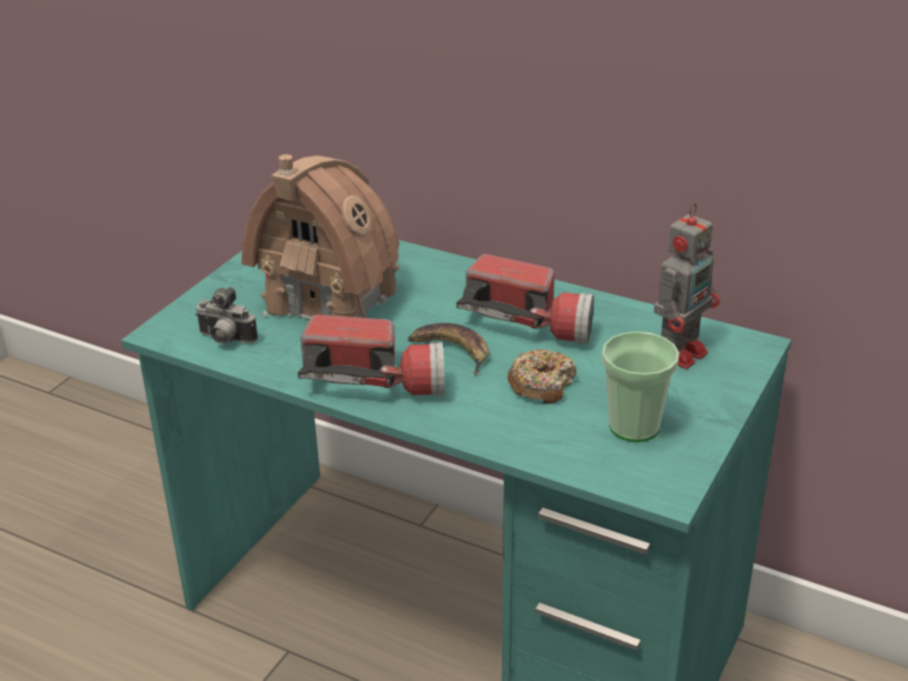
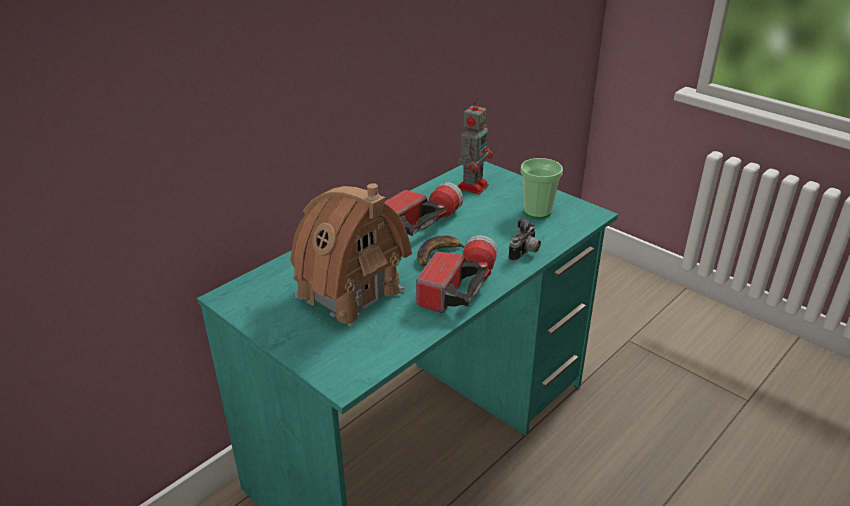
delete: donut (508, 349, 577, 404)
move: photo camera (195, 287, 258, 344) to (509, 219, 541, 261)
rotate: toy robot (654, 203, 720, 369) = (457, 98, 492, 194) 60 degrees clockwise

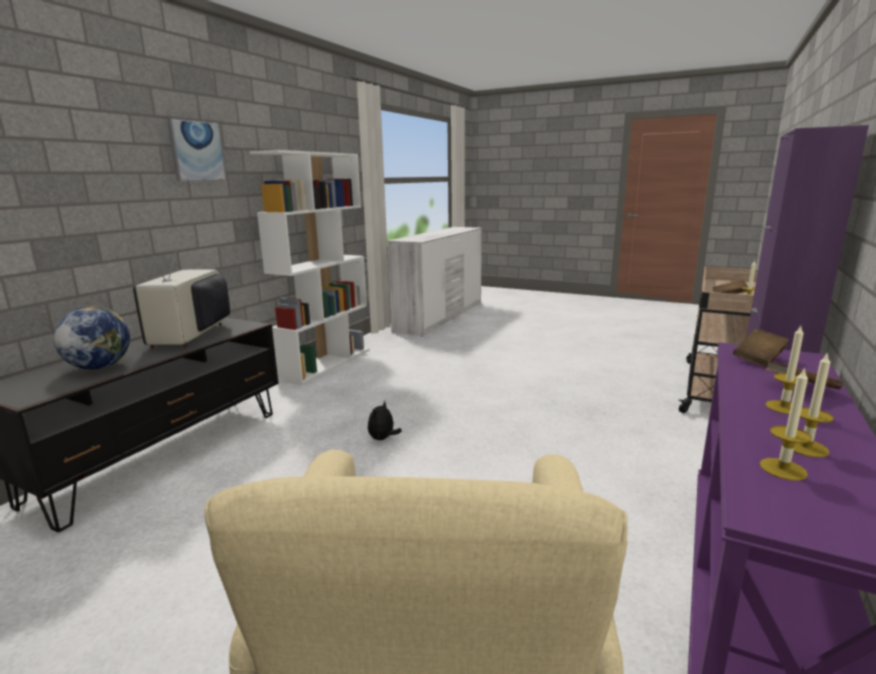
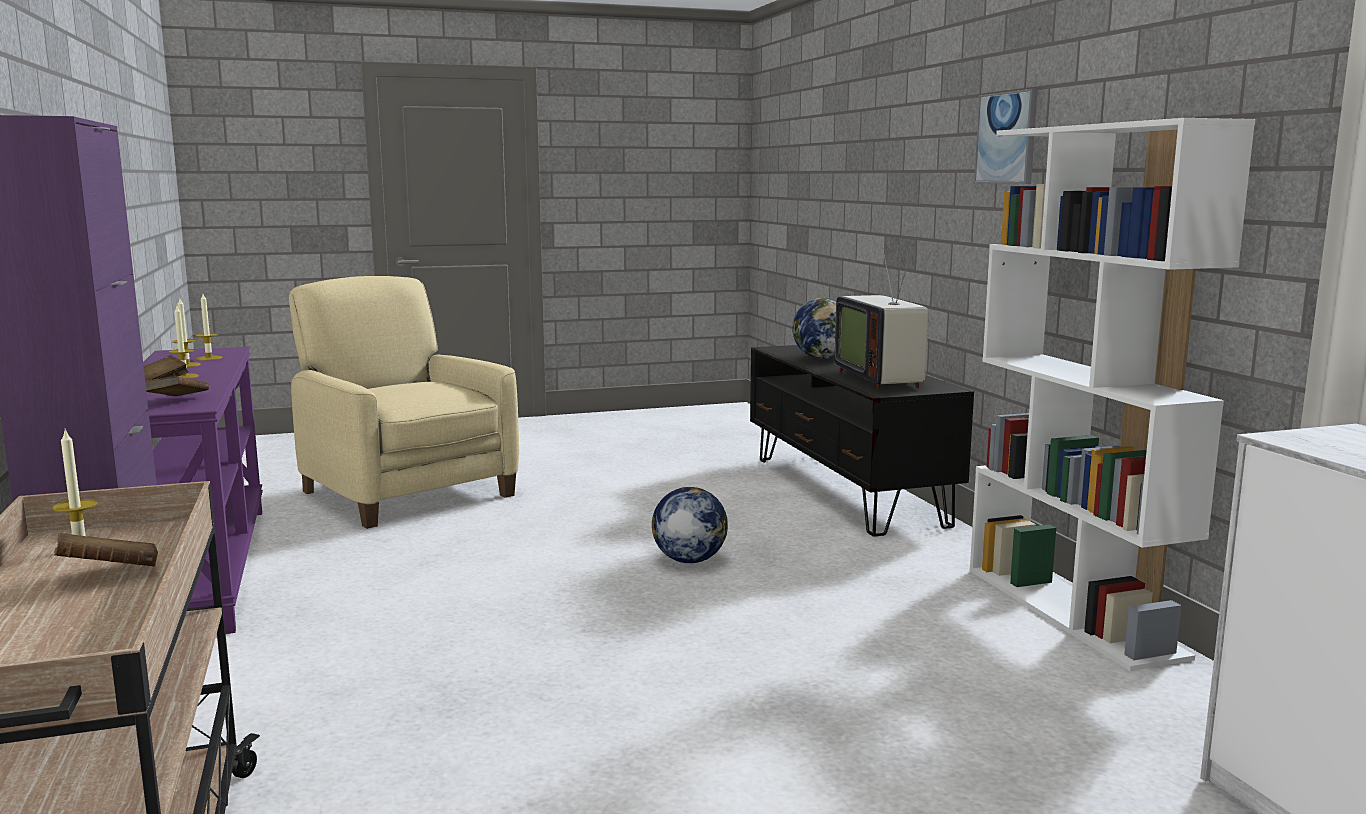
replace: plush toy (368, 400, 402, 440) to globe (652, 487, 728, 563)
rotate: television (133, 234, 230, 348) = (835, 247, 929, 390) 150 degrees counterclockwise

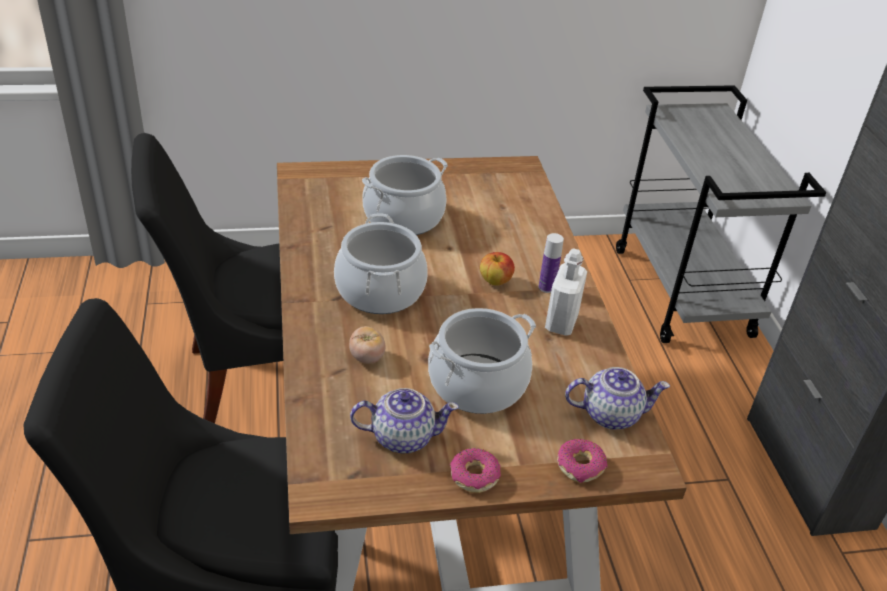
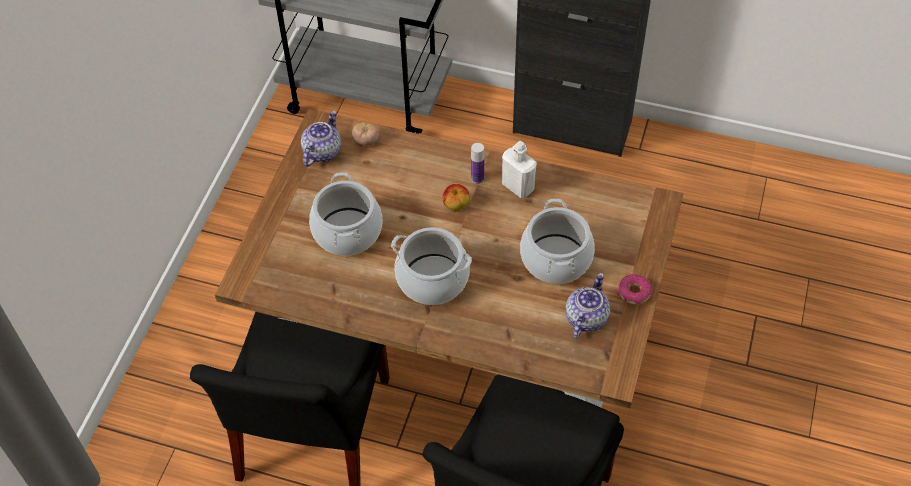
delete: donut (557, 439, 608, 483)
move: tomato (349, 326, 386, 364) to (352, 122, 379, 146); teapot (565, 367, 670, 429) to (301, 110, 341, 167)

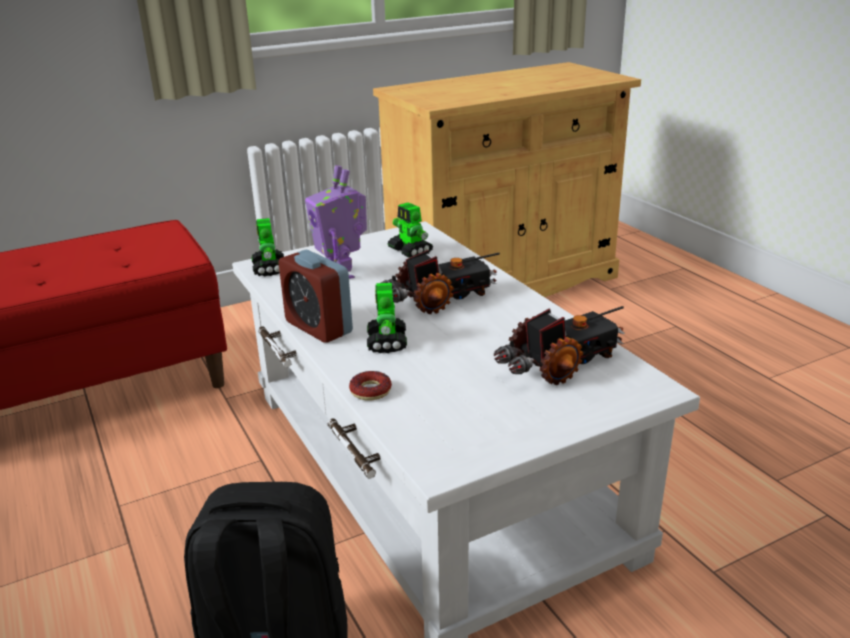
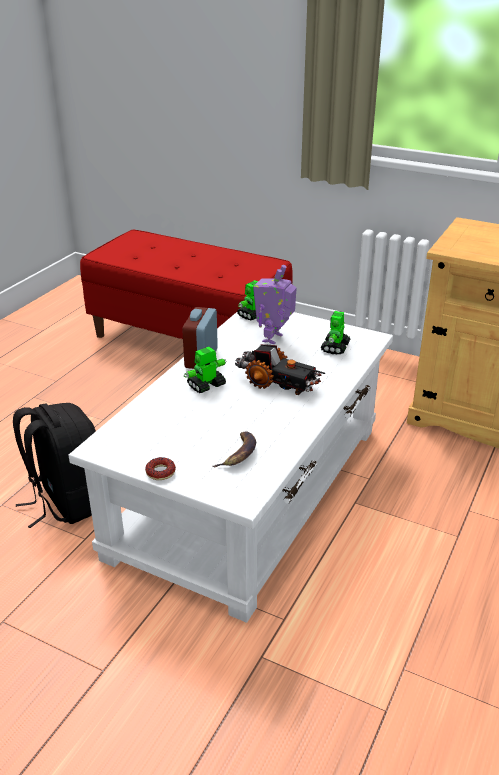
move: donut (349, 371, 392, 400) to (145, 457, 176, 480)
replace: toy truck (494, 306, 625, 385) to banana (212, 431, 256, 467)

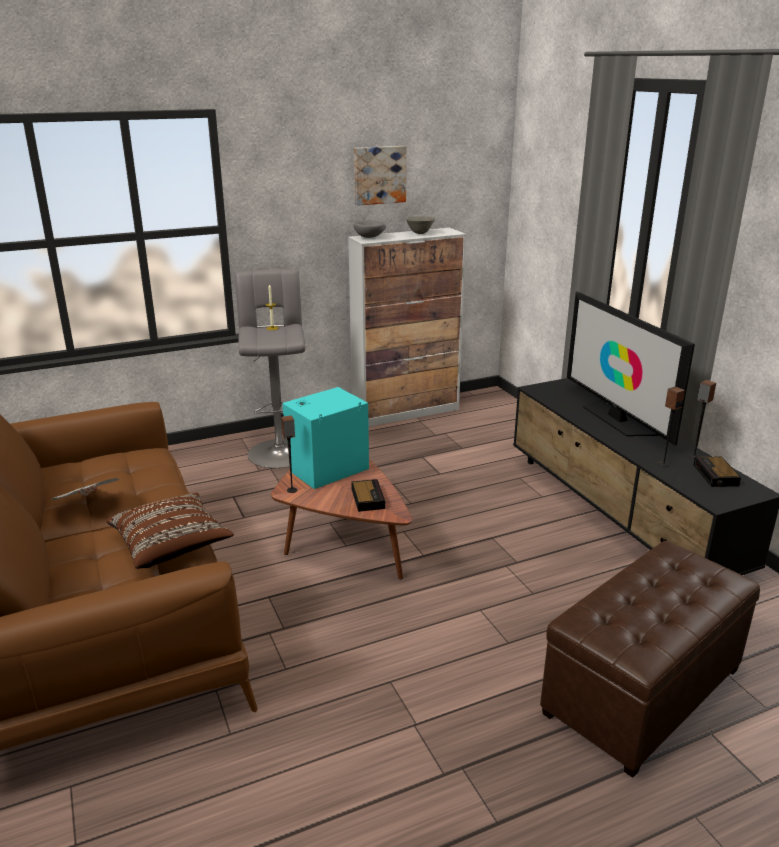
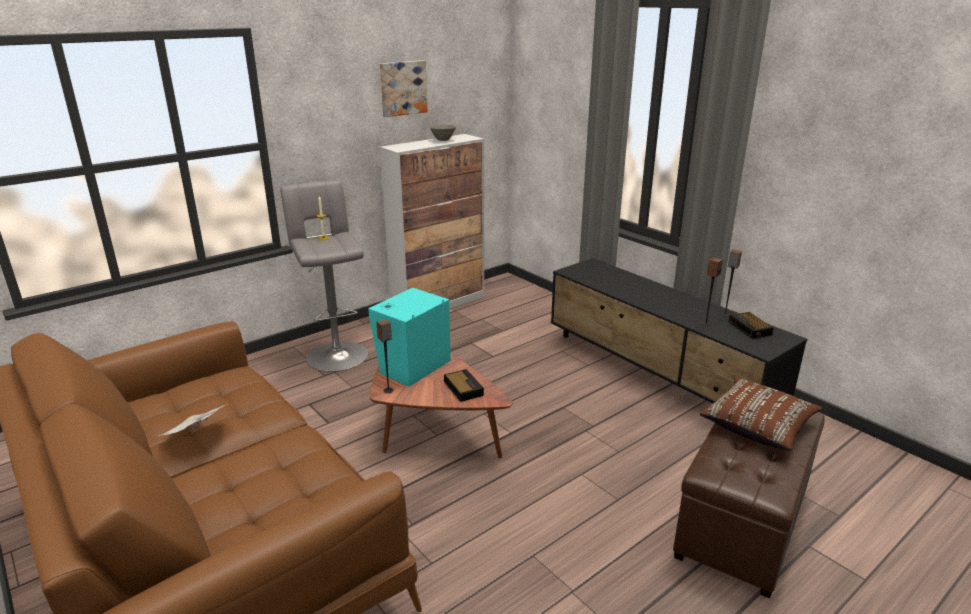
delete: grey bowl (354, 220, 386, 238); television (567, 291, 695, 445)
move: brown pillow (106, 493, 234, 569) to (700, 377, 822, 451)

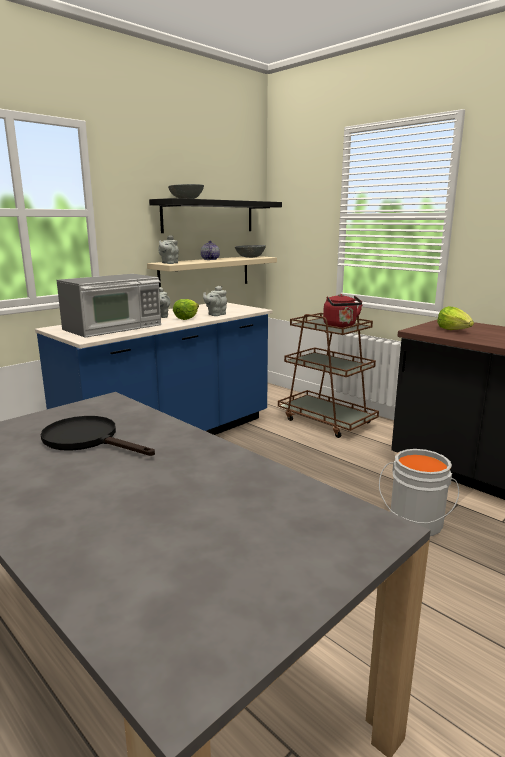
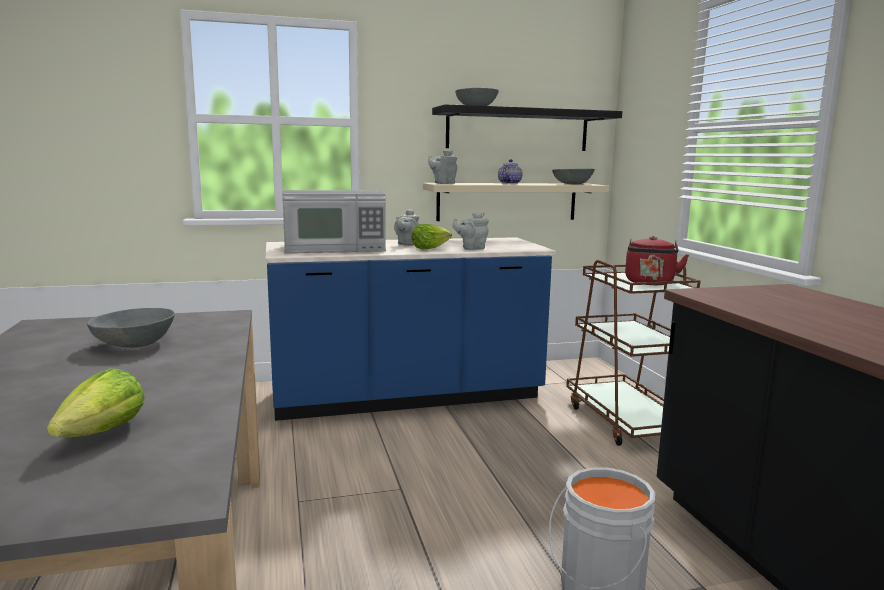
move: lettuce (437, 306, 474, 330) to (47, 368, 145, 437)
replace: black frying pan (41, 416, 155, 456) to grey bowl (87, 308, 175, 348)

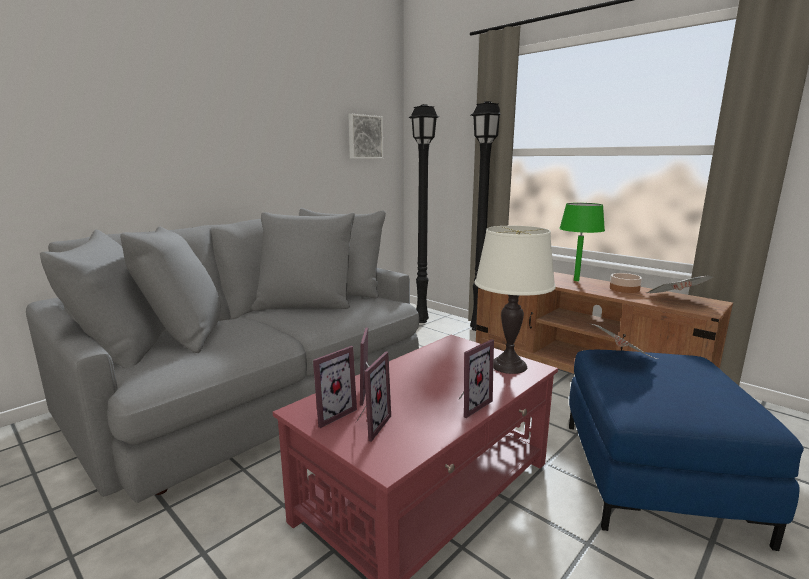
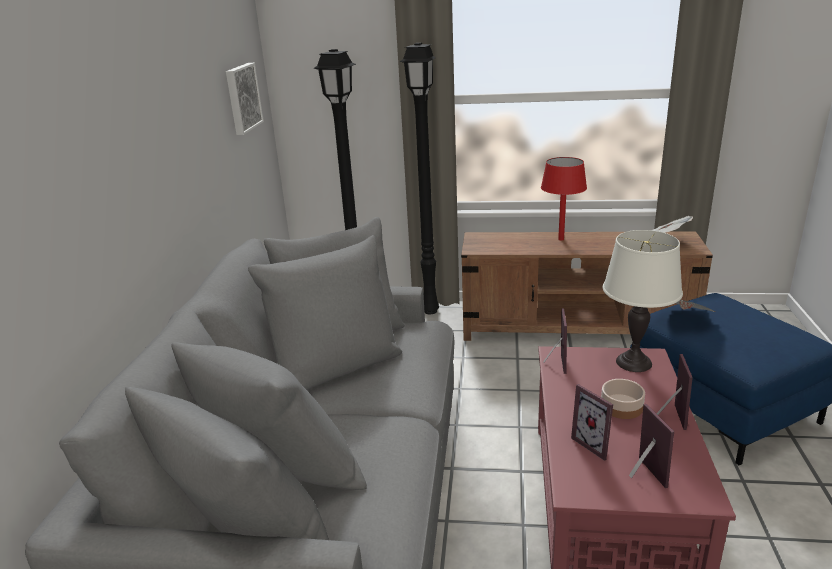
move: bowl (610, 273, 642, 293) to (601, 379, 645, 419); picture frame (313, 346, 357, 428) to (543, 308, 567, 374)
recolor: green table lamp (559, 203, 605, 281) to red table lamp (541, 157, 587, 241)

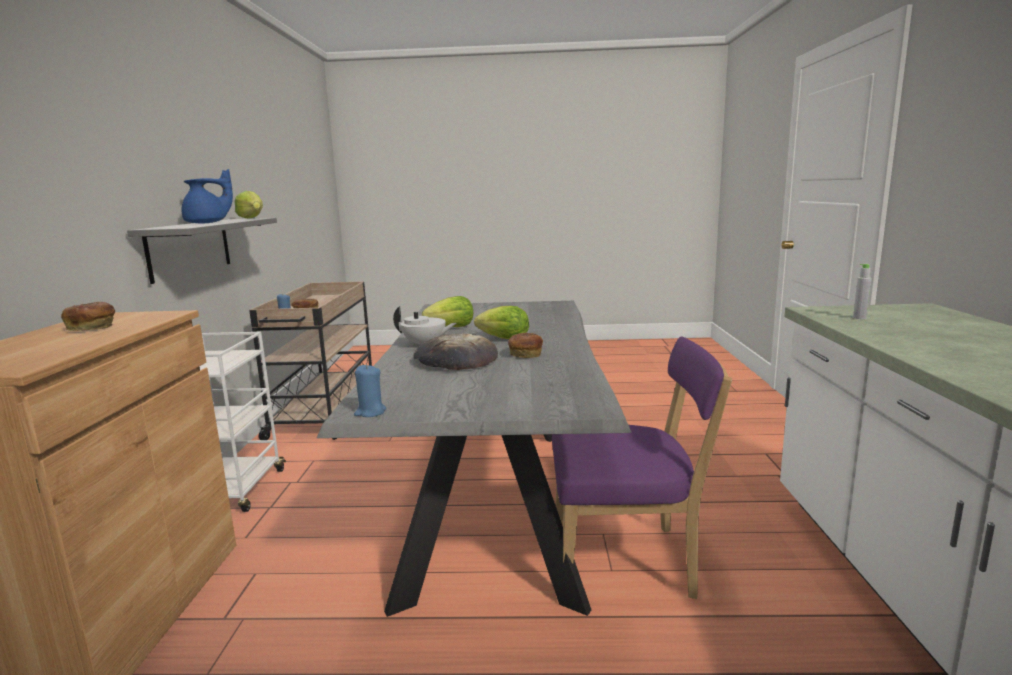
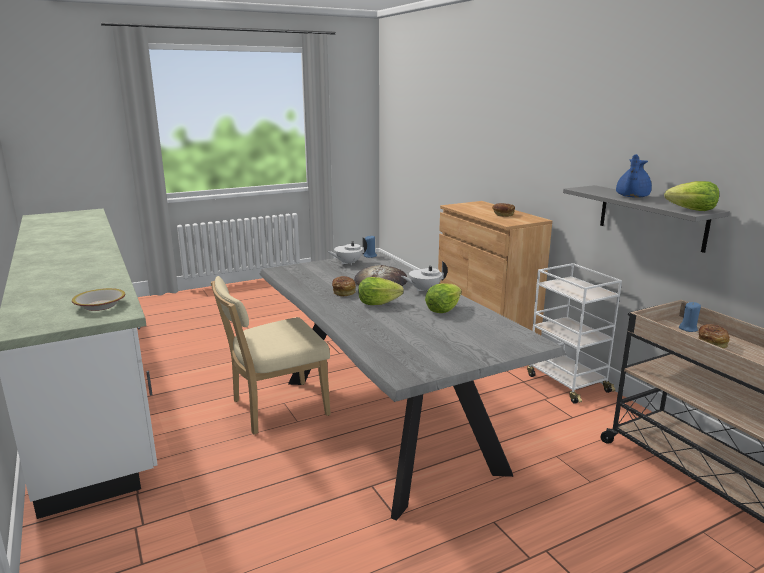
insert: white teapot (327, 237, 367, 265)
replace: grey bottle (853, 264, 872, 319) to bowl (72, 288, 125, 311)
recolor: purple chair (552, 336, 732, 599) to beige chair (211, 276, 331, 435)

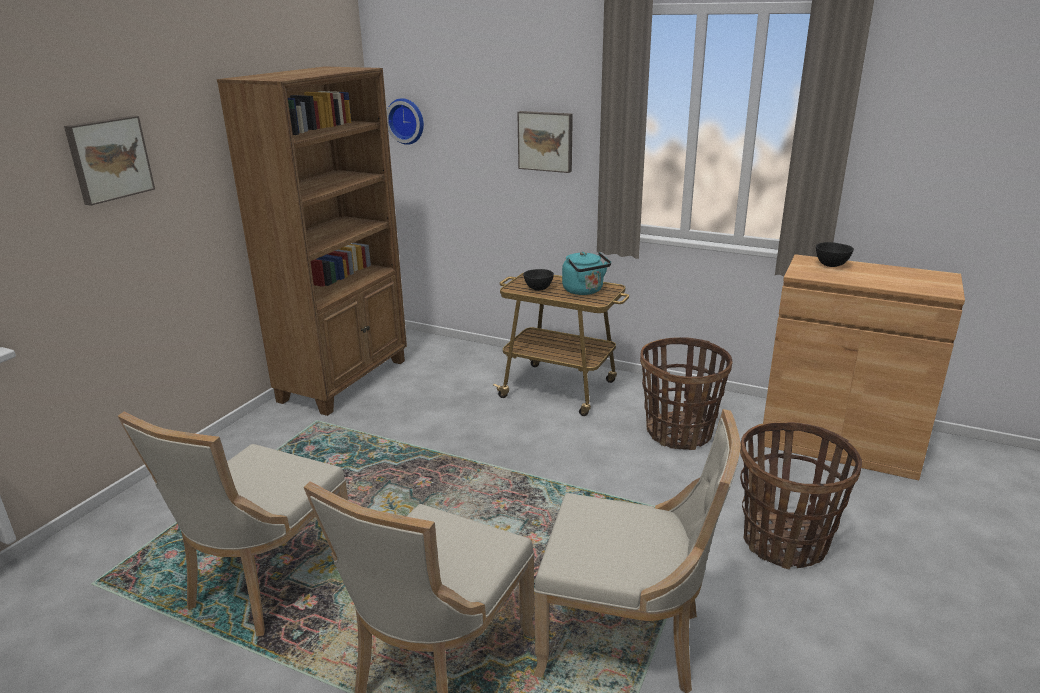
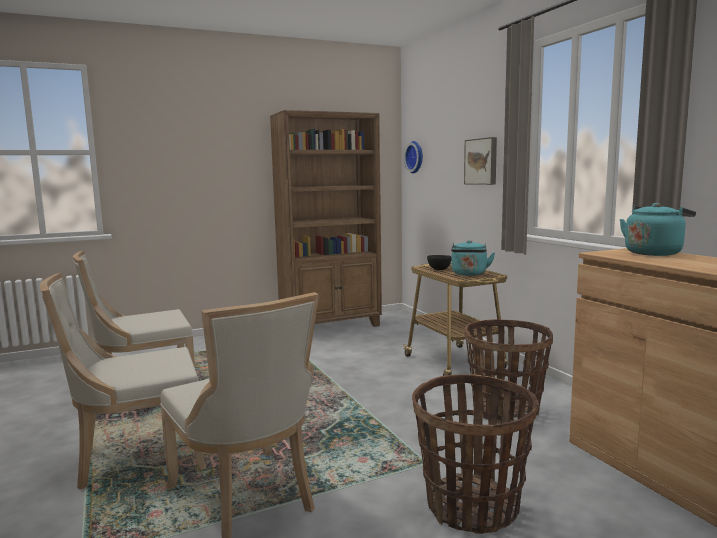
delete: picture (64, 115, 155, 206)
replace: black bowl (816, 242, 854, 267) to turquoise kettle (620, 203, 696, 256)

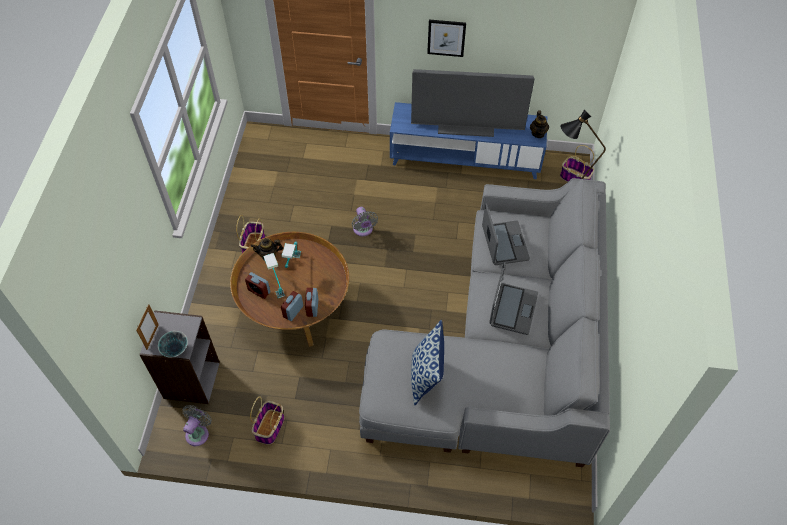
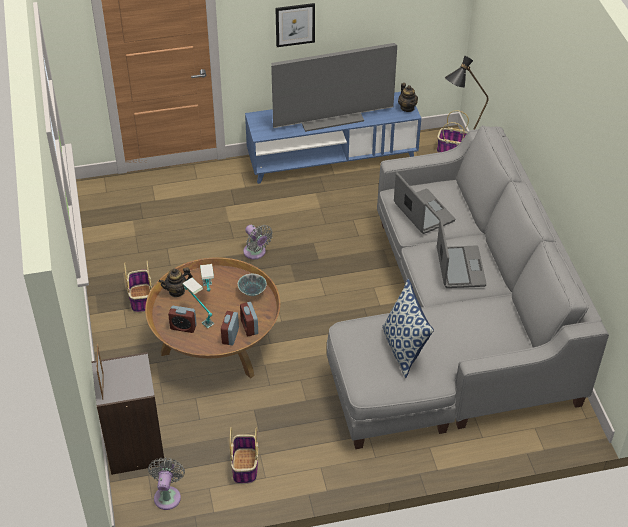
move: bowl (158, 331, 188, 357) to (238, 274, 267, 296)

